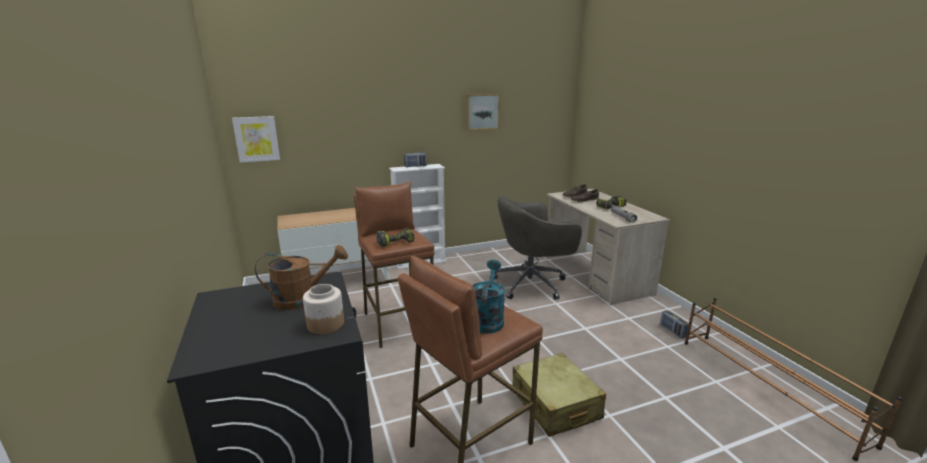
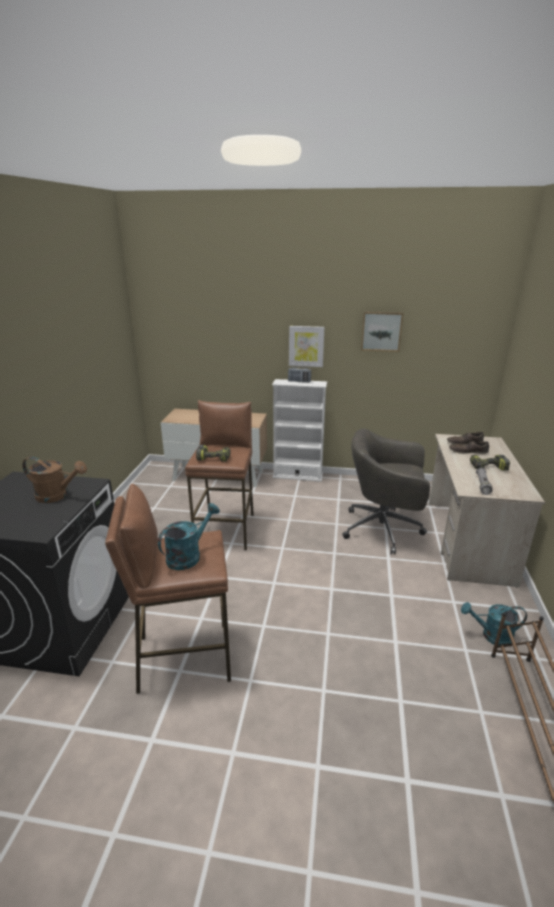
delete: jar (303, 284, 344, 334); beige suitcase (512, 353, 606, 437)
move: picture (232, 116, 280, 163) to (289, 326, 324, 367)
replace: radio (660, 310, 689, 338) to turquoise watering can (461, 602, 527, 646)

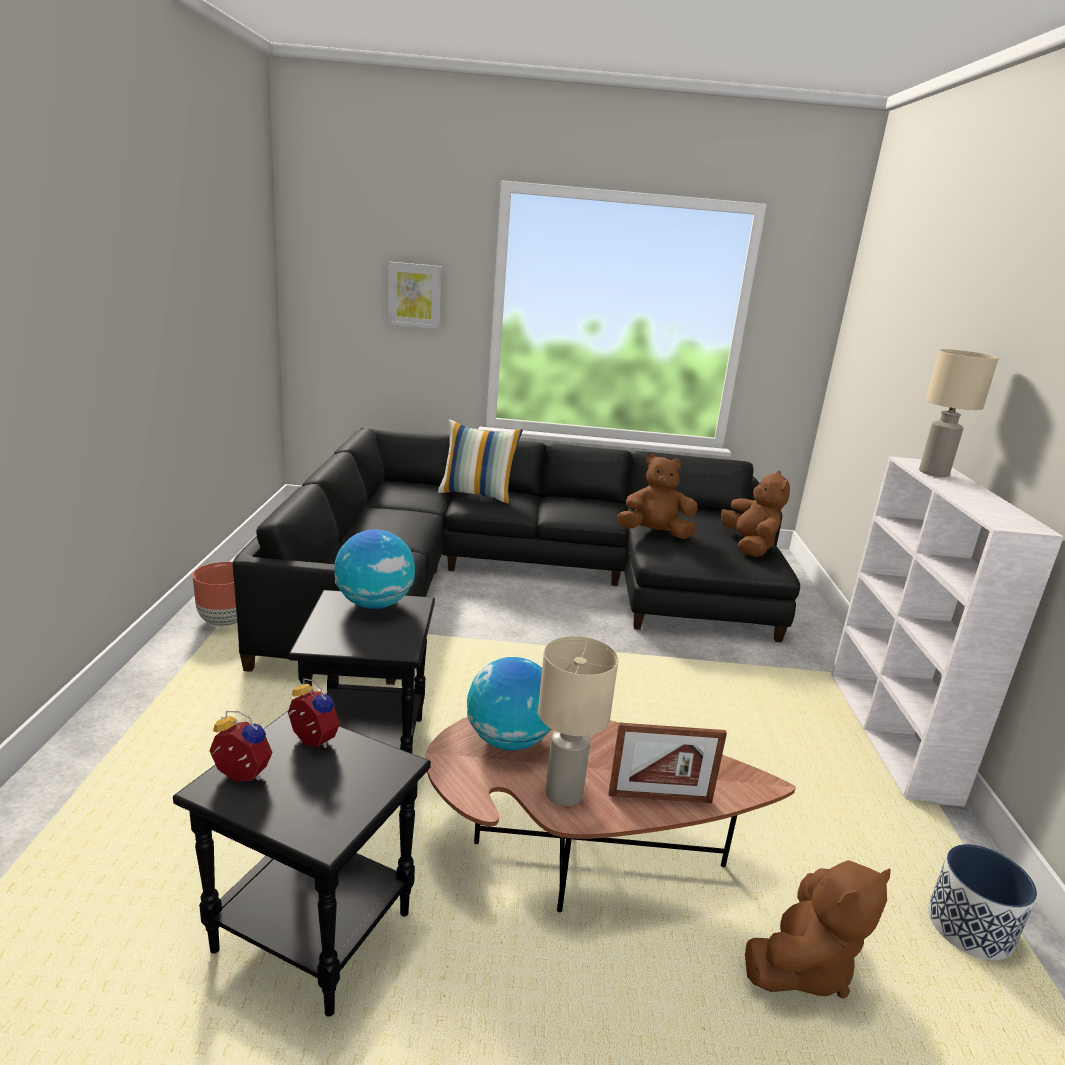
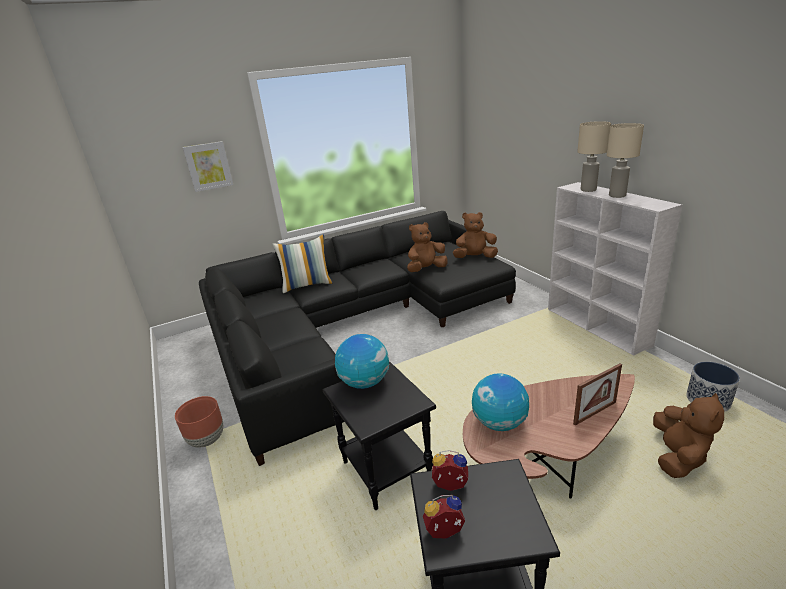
move: beige table lamp (538, 636, 619, 806) to (607, 123, 644, 198)
rotate: brown plush toy (721, 470, 790, 557) = (453, 212, 498, 258) 60 degrees counterclockwise

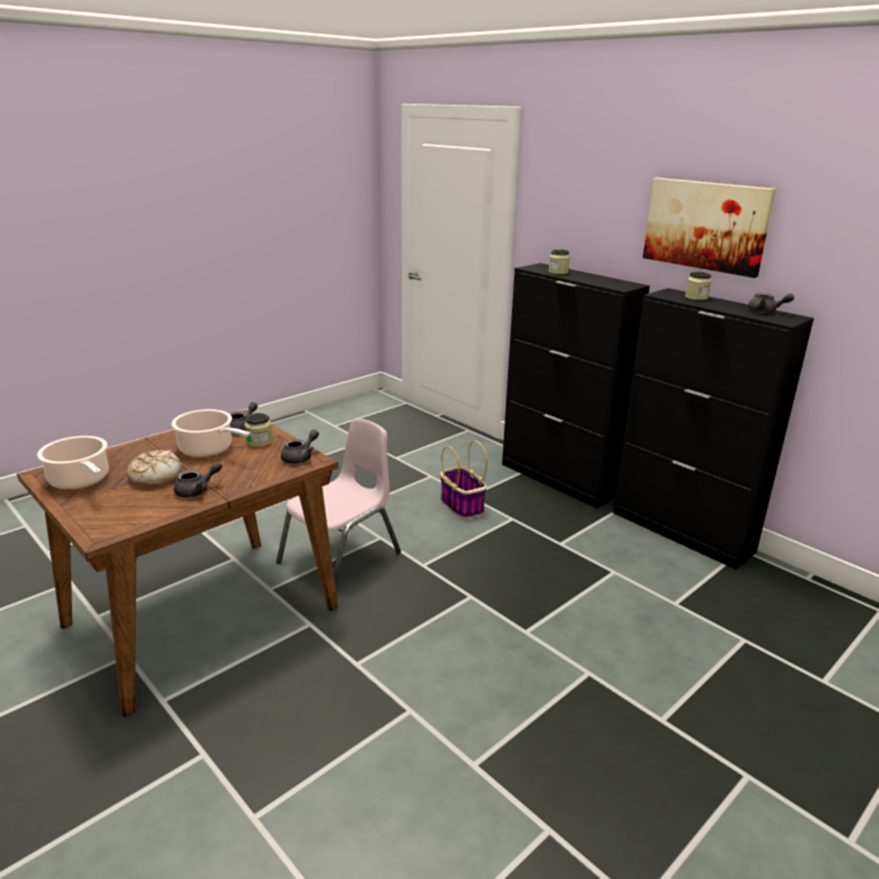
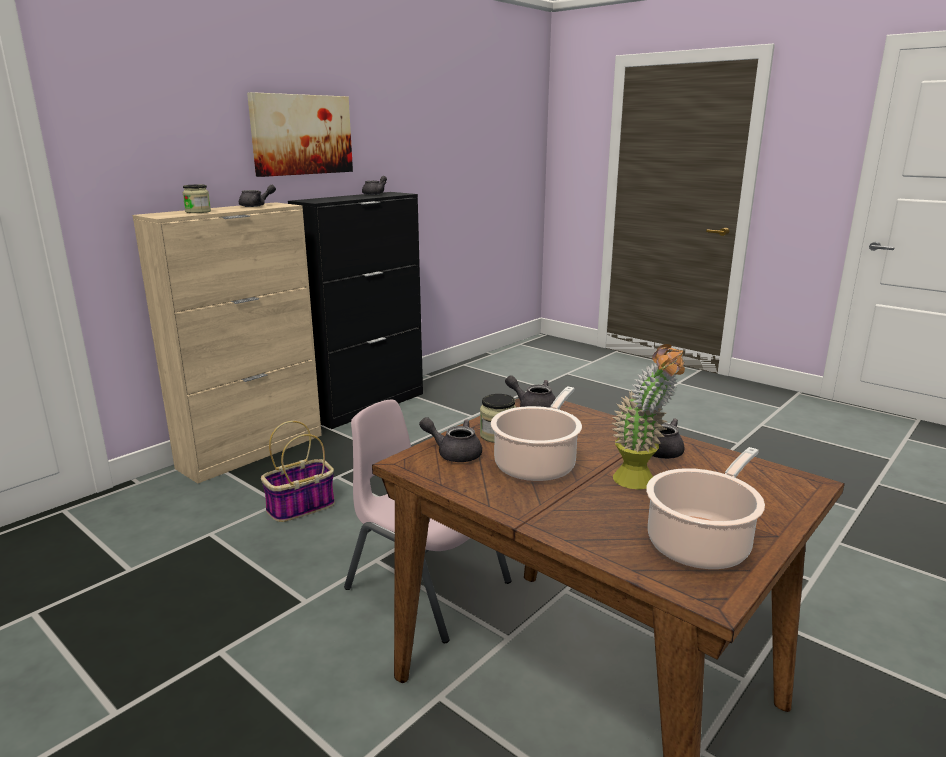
delete: jar (685, 272, 711, 300)
insert: grey teapot (239, 185, 276, 207)
replace: bread (127, 450, 182, 486) to potted plant (612, 344, 685, 489)
recolor: black cabinet (502, 263, 650, 508) to beige cabinet (132, 202, 322, 484)

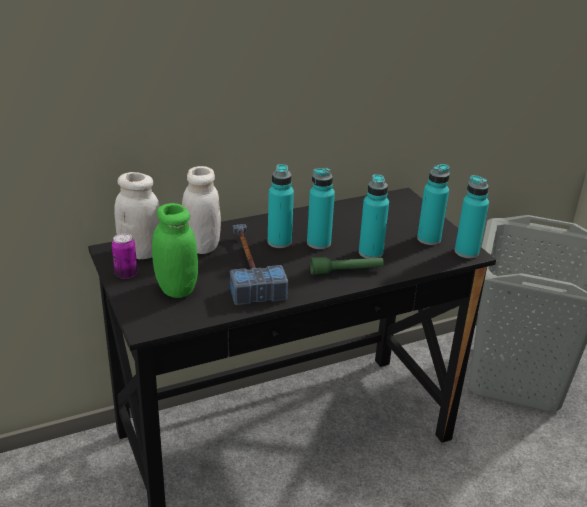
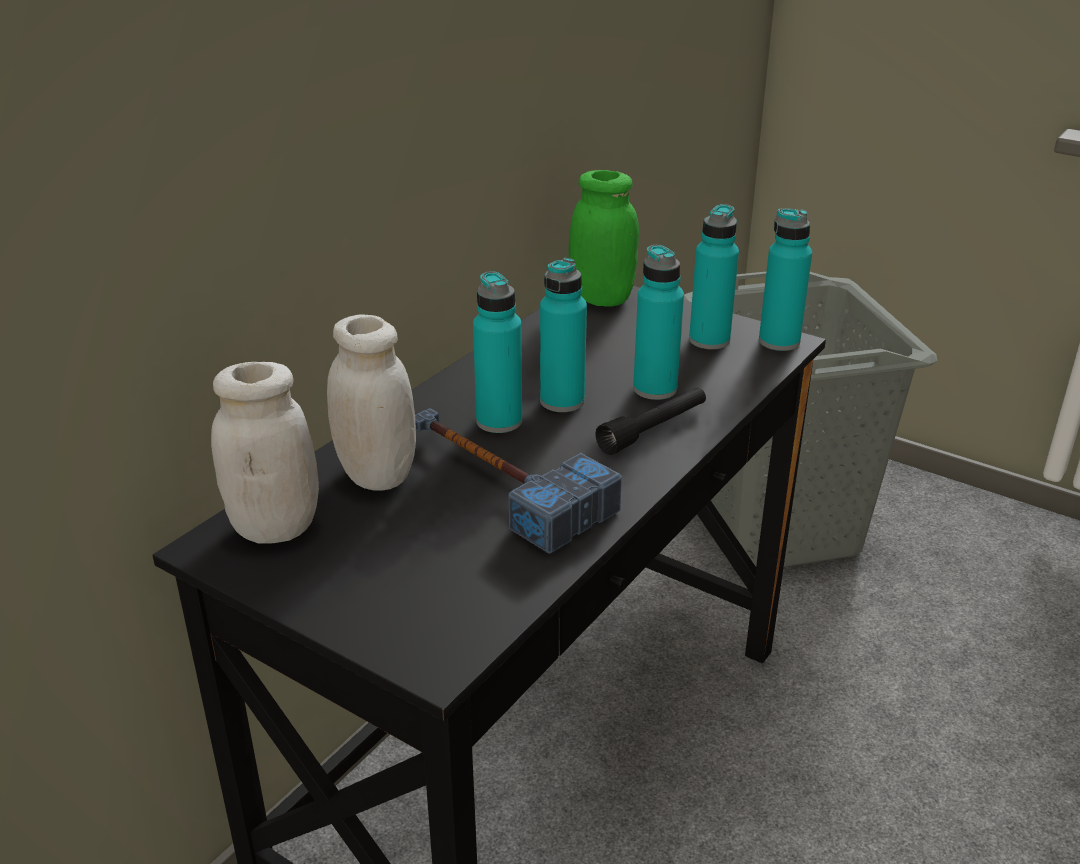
delete: can (112, 233, 137, 279)
move: green jar (152, 203, 198, 298) to (569, 170, 639, 307)
recolor: green flashlight (310, 257, 384, 275) to black flashlight (595, 388, 706, 455)

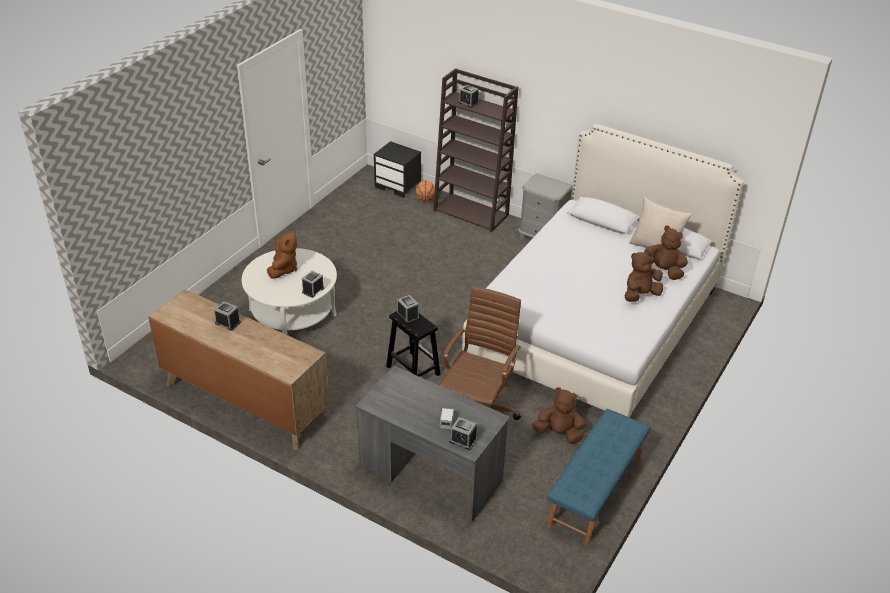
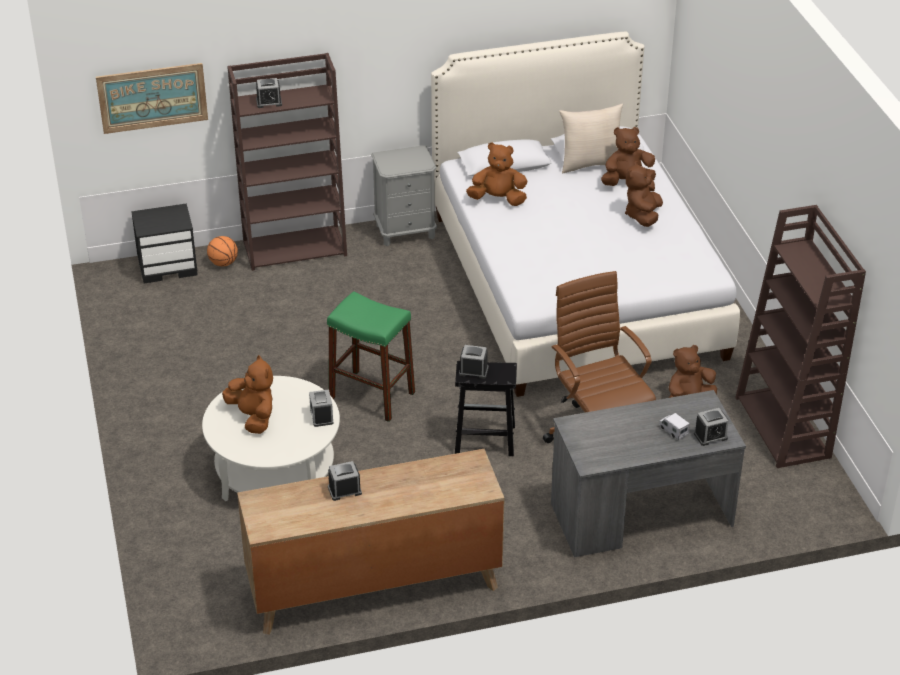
insert: picture (96, 63, 208, 134); brown plush toy (466, 142, 527, 206); green stool (327, 291, 415, 422)
replace: blue bench (547, 409, 650, 546) to brown bookcase (735, 205, 866, 468)

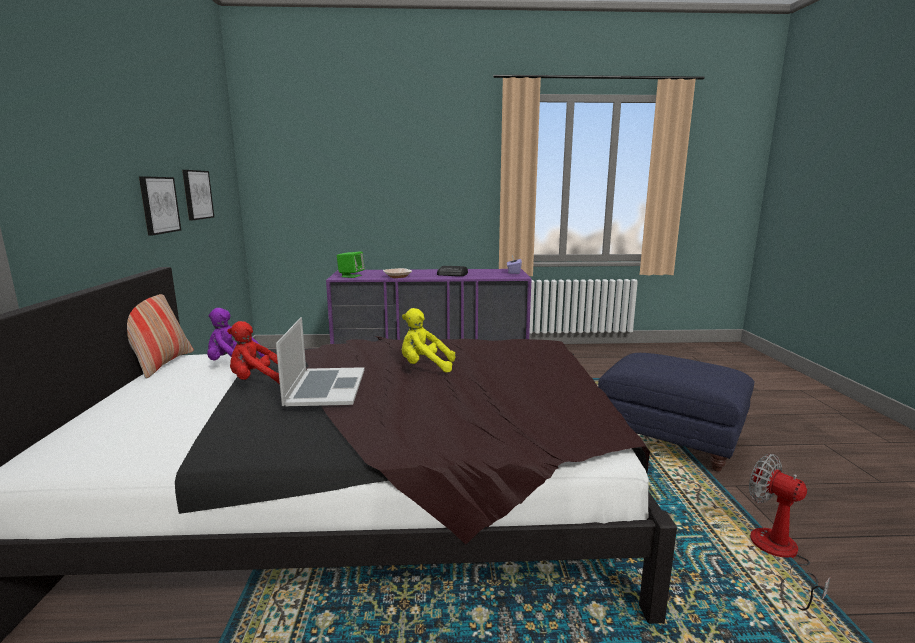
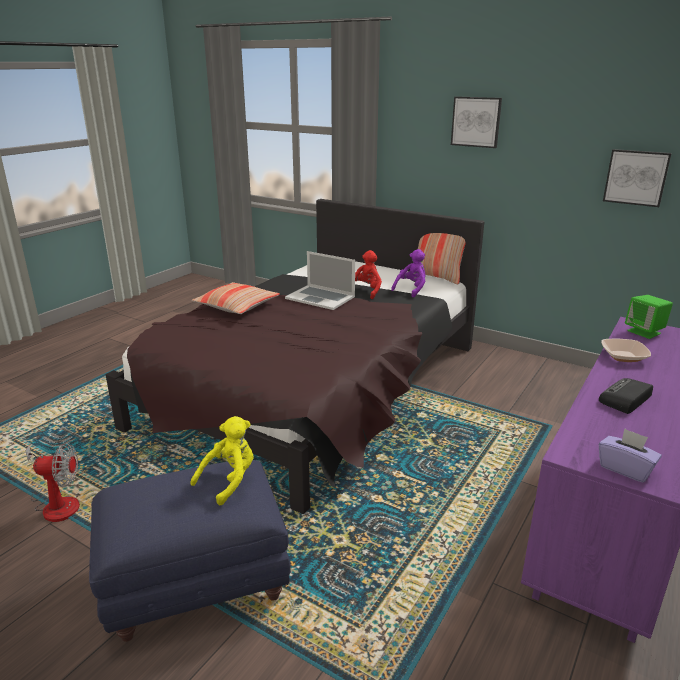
insert: pillow (192, 282, 280, 314)
move: picture (139, 176, 181, 235) to (451, 96, 502, 148); yellow plush toy (401, 308, 455, 373) to (190, 416, 253, 505)

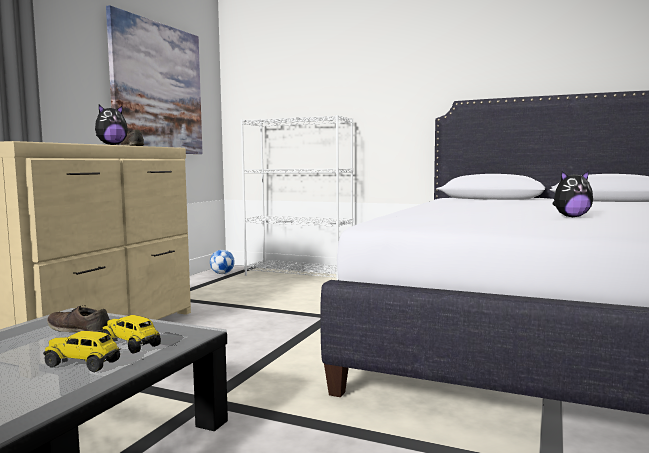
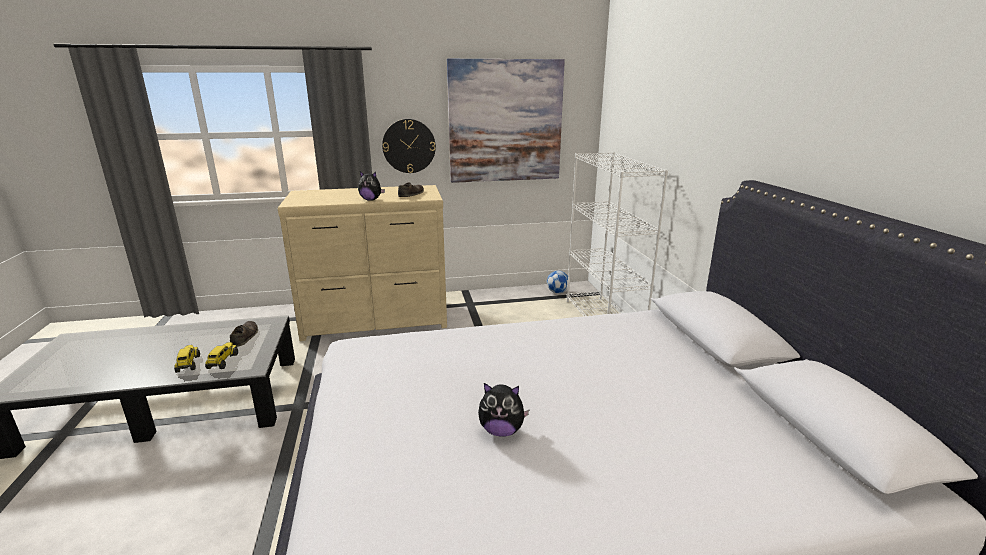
insert: wall clock (382, 119, 436, 173)
rotate: plush toy (552, 171, 593, 217) = (478, 383, 530, 436) 45 degrees counterclockwise

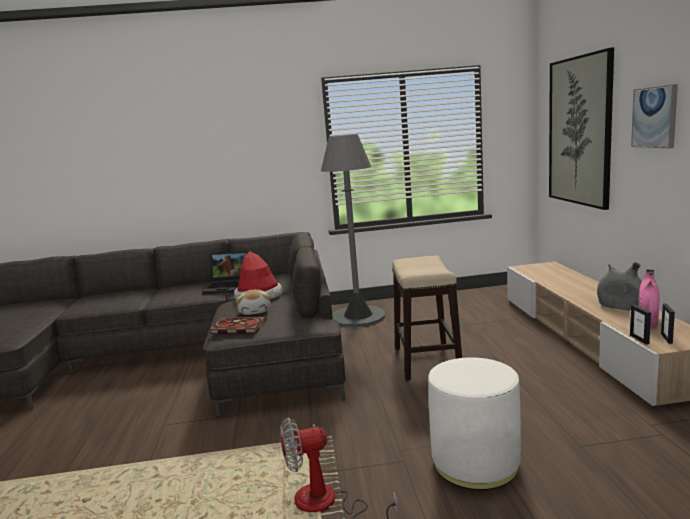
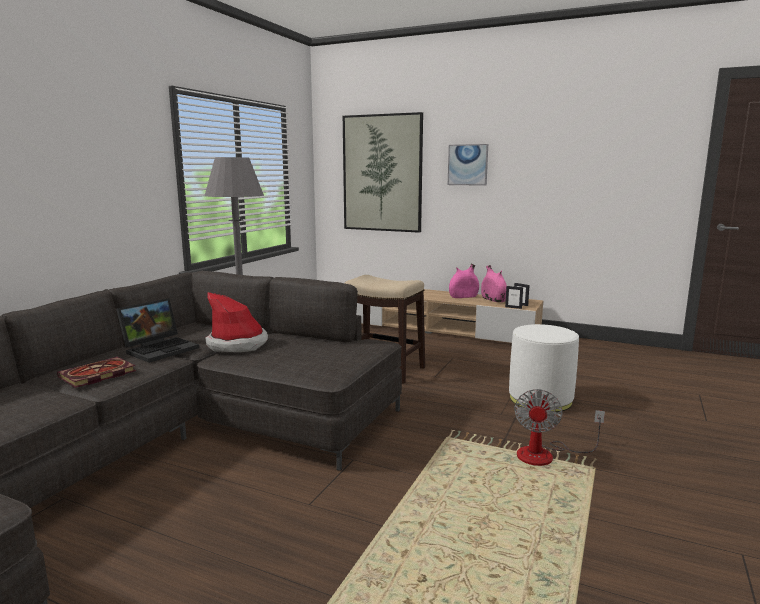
delete: plush toy (236, 289, 270, 315)
move: book (209, 317, 266, 335) to (57, 357, 136, 388)
recolor: grey vase (597, 262, 642, 311) to pink vase (449, 264, 479, 298)

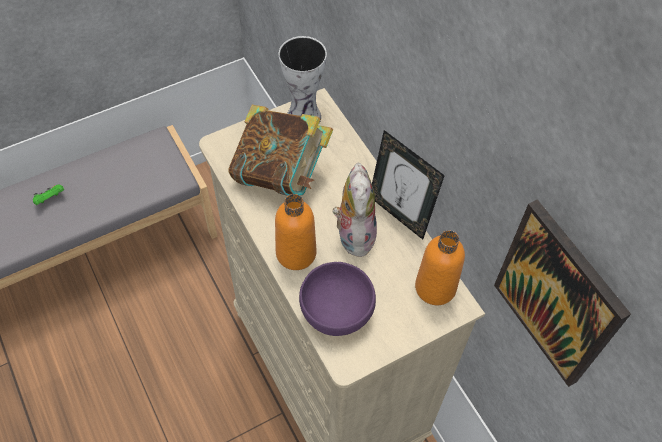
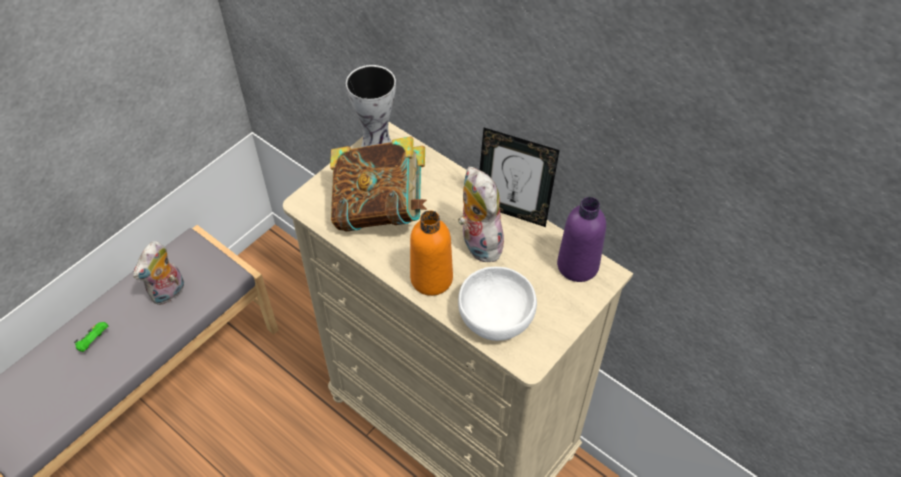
delete: picture (494, 199, 631, 387)
insert: plush toy (133, 241, 184, 305)
recolor: orange bottle (415, 230, 465, 305) to purple bottle (557, 197, 606, 282); purple bowl (299, 262, 376, 336) to white bowl (458, 267, 537, 341)

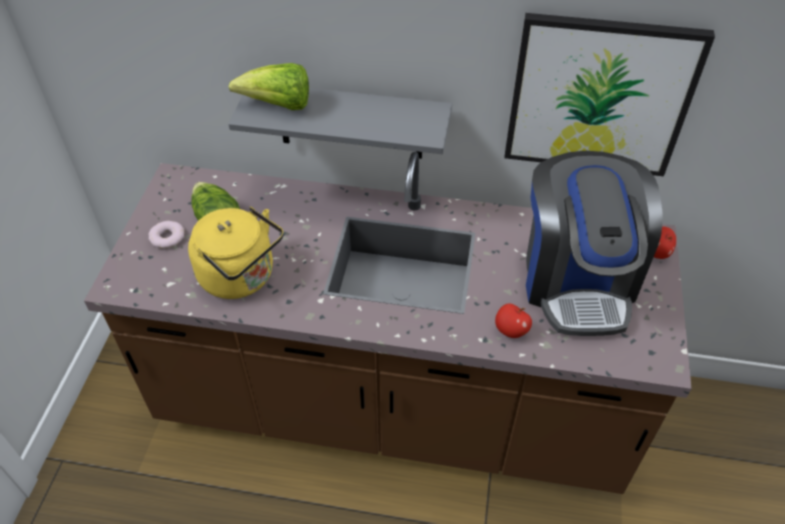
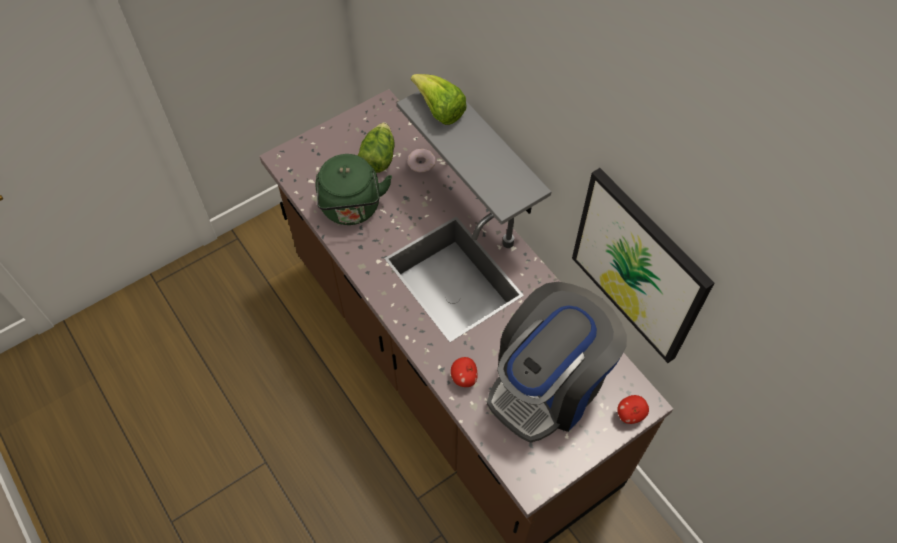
move: donut (149, 221, 185, 249) to (407, 149, 436, 172)
recolor: yellow kettle (188, 207, 284, 299) to green kettle (315, 154, 392, 225)

